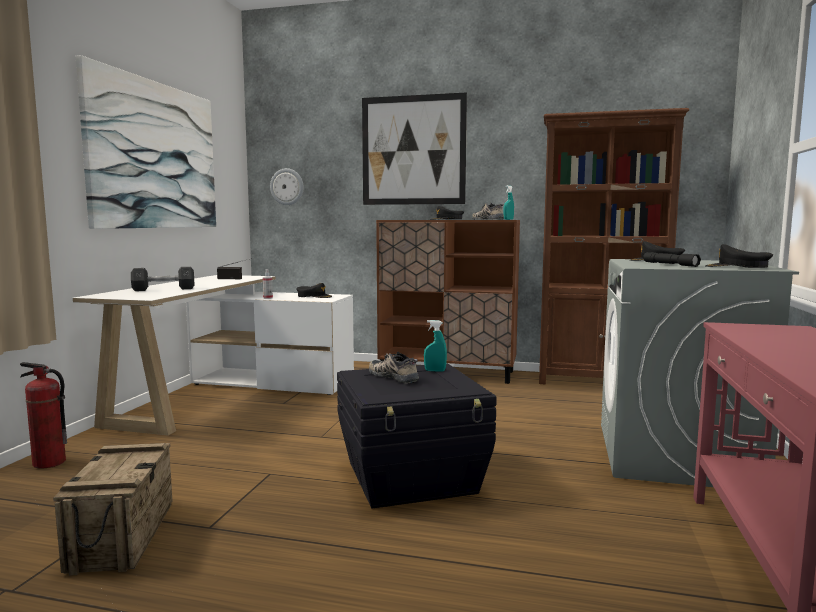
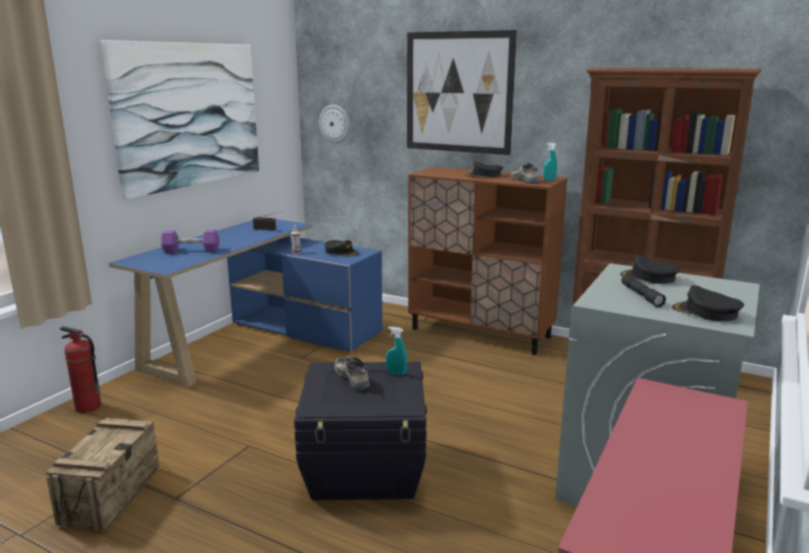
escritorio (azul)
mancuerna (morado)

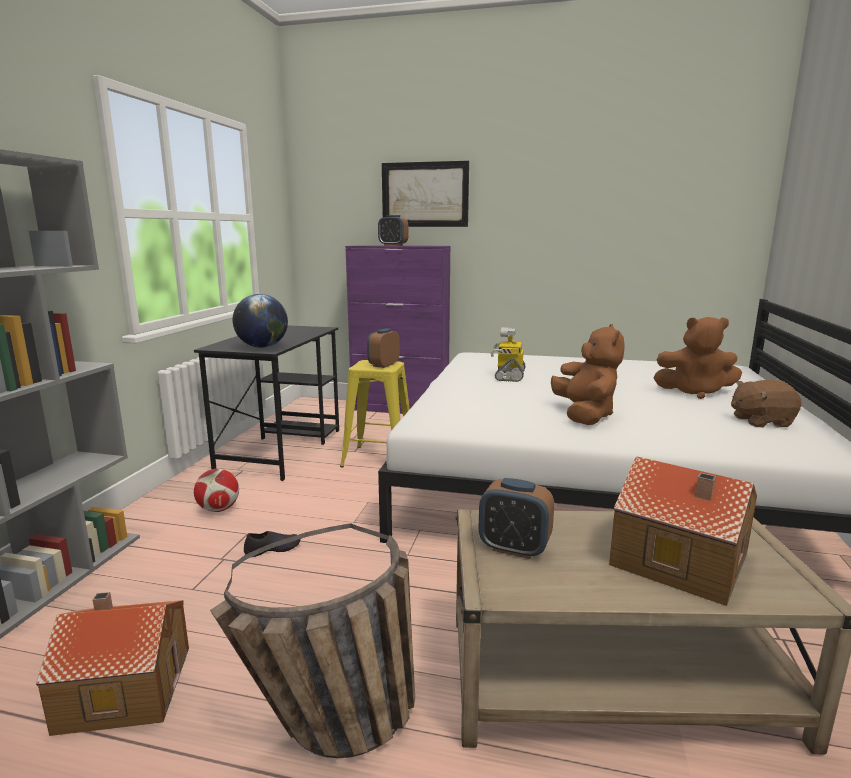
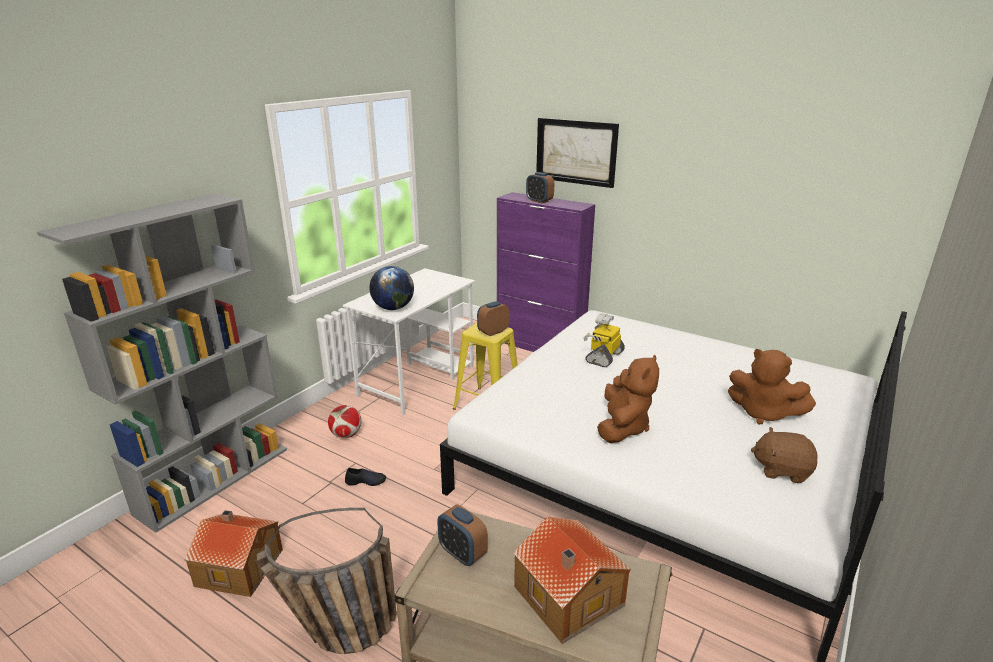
escritorio (blanco)

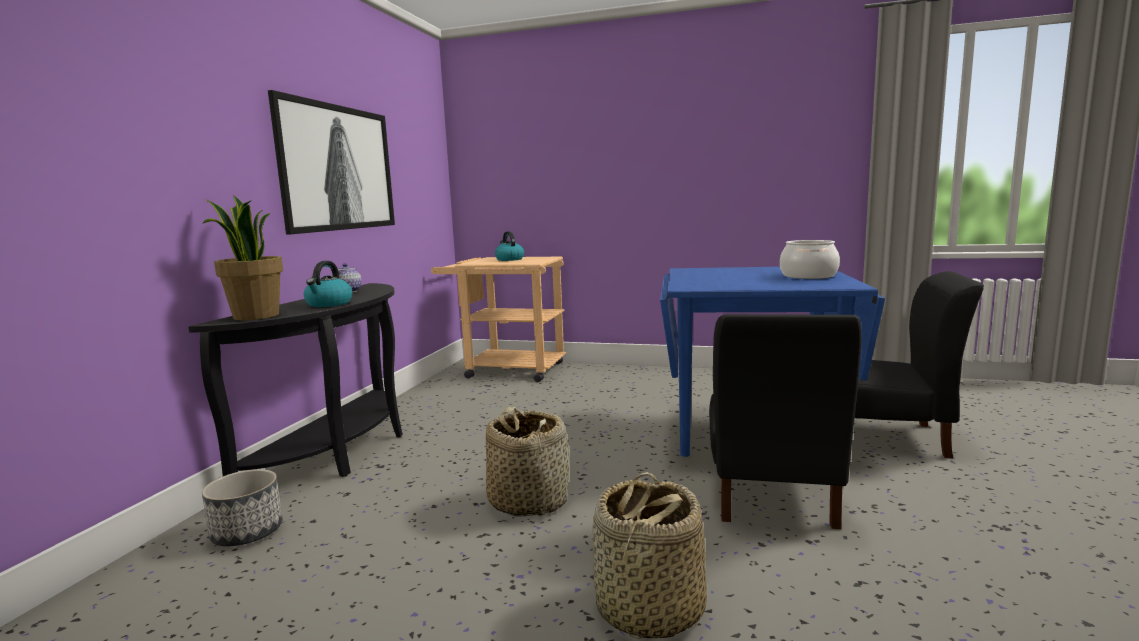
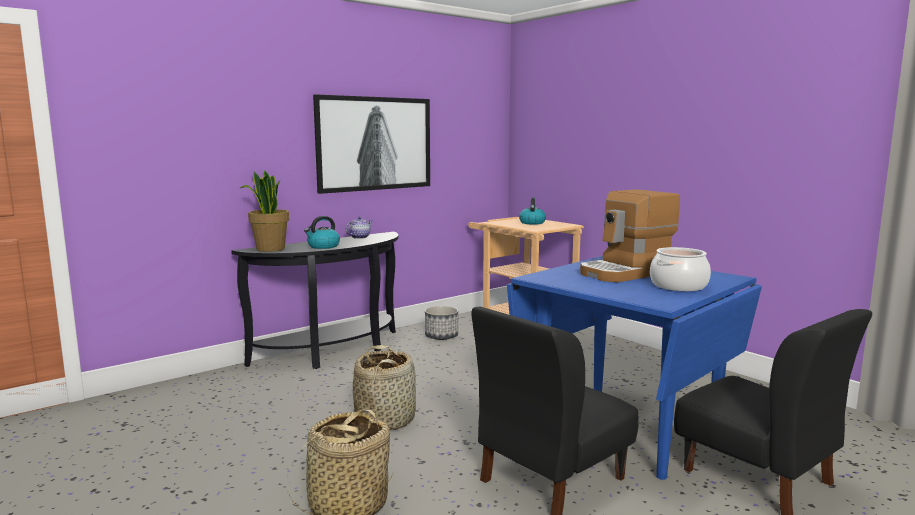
maceta
cafetera

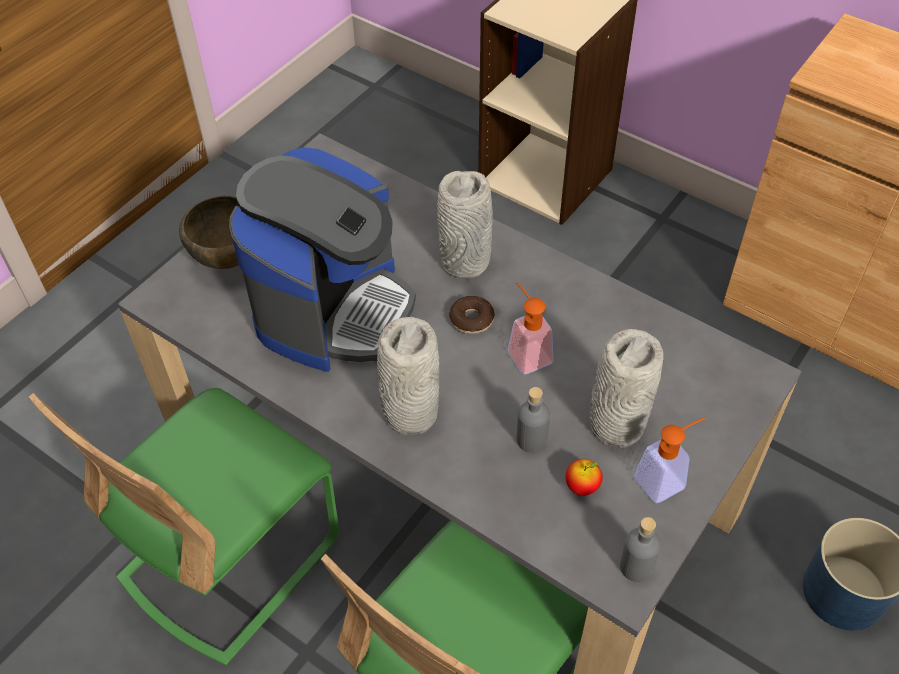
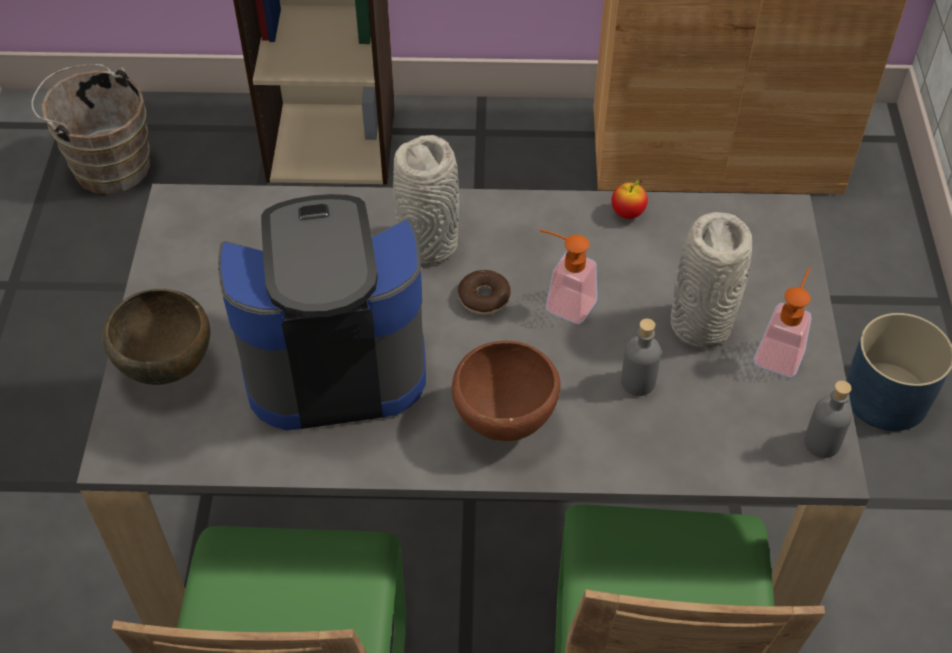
cubo (marrón)
cafetera
cuenco (marrón) (no. 2 from left)
manzana

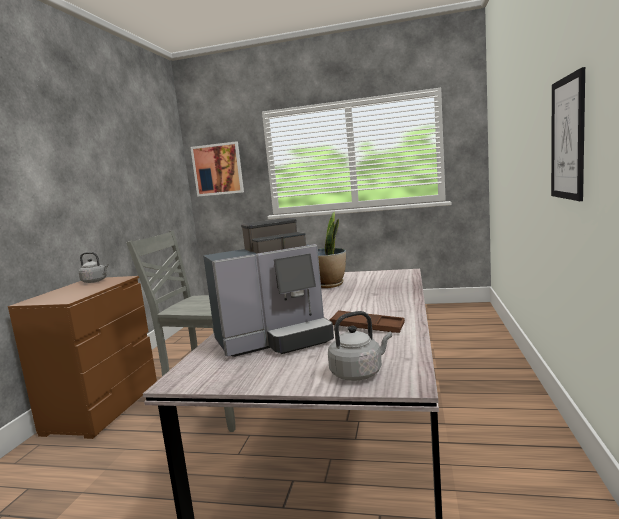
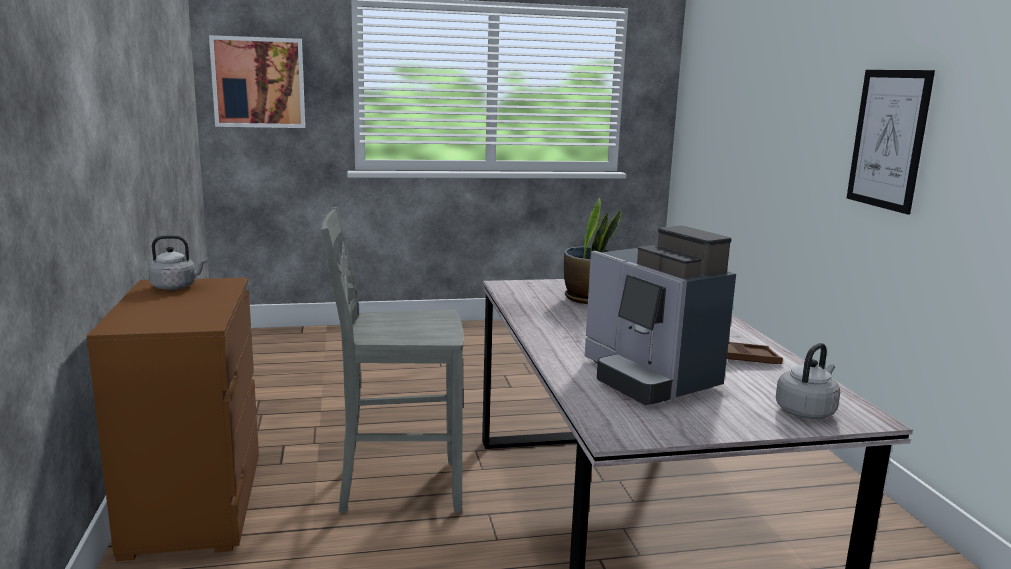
cafetera

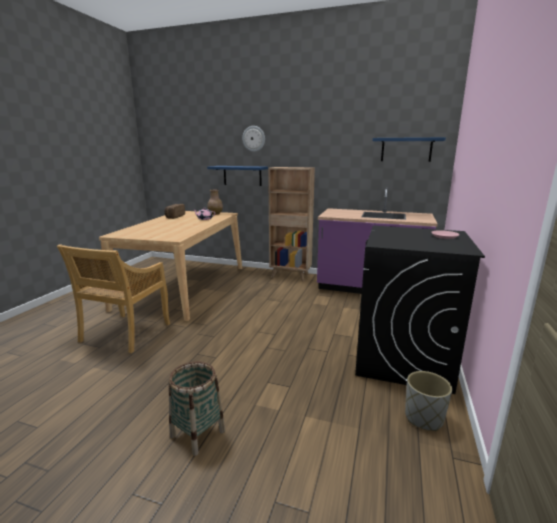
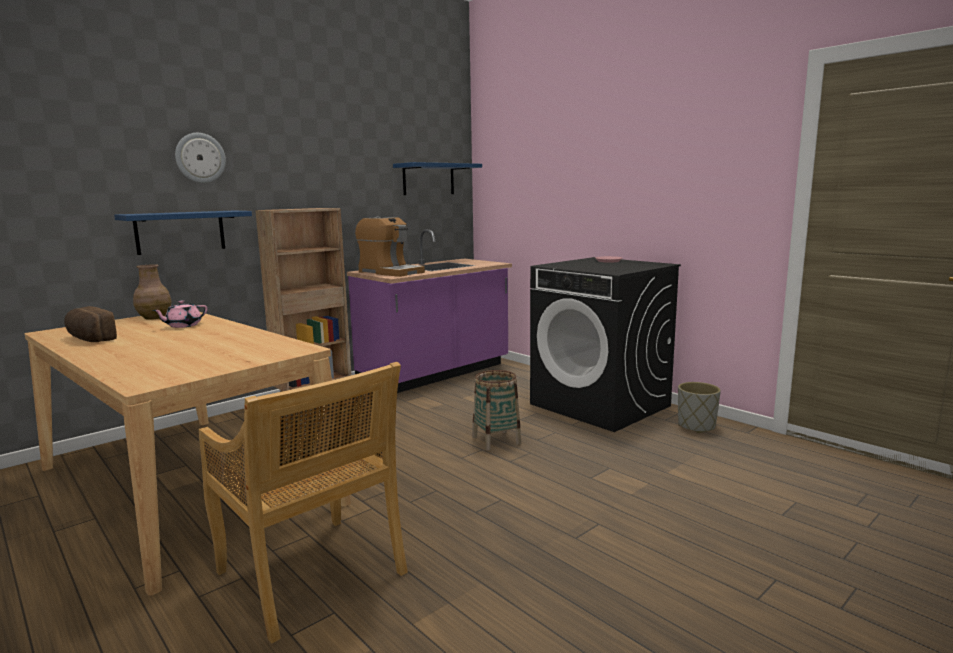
cafetera
cesta

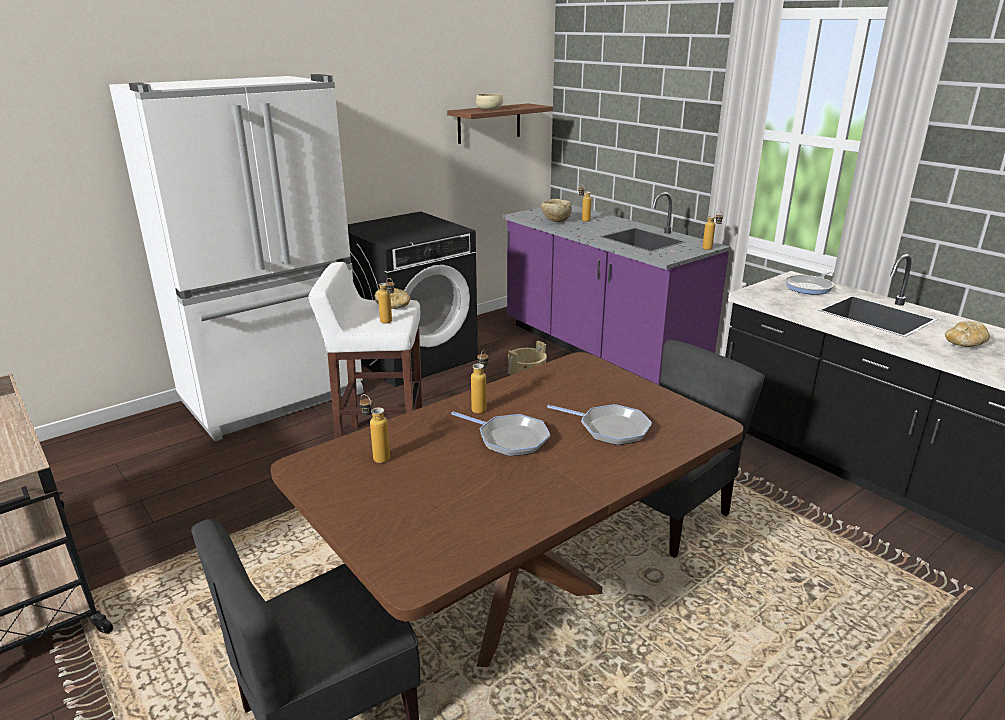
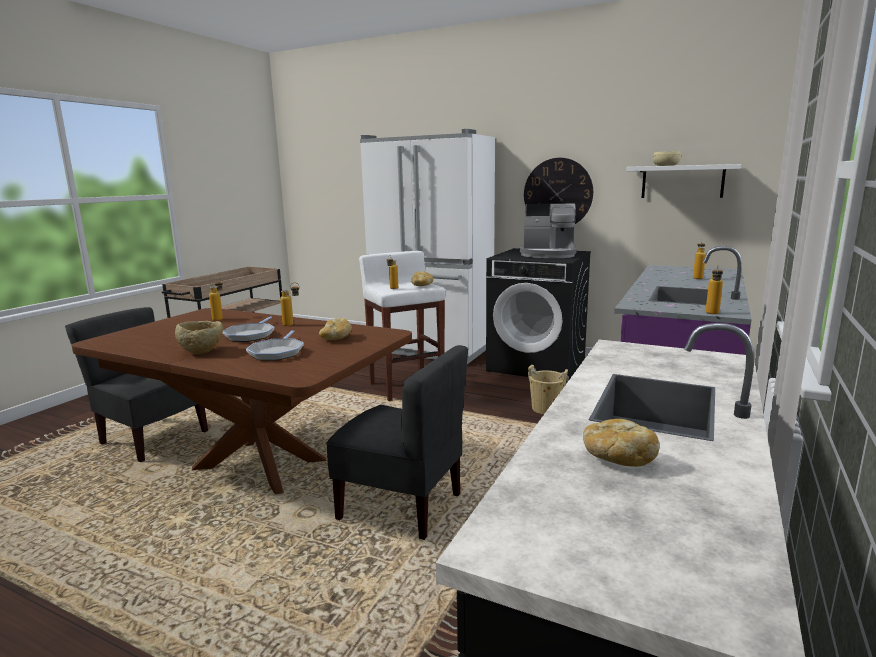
cuenco (beis) (no. 1 from left)
pan (no. 1 from left)
cafetera
reloj de pared
estante (blanco)
sartén (no. 3 from left in the first image)

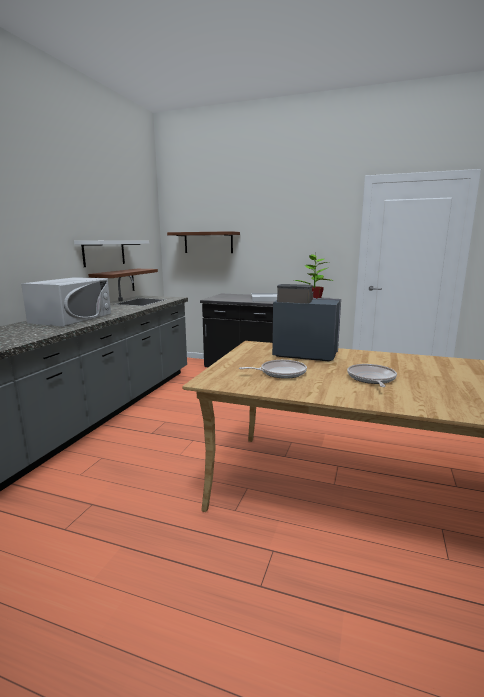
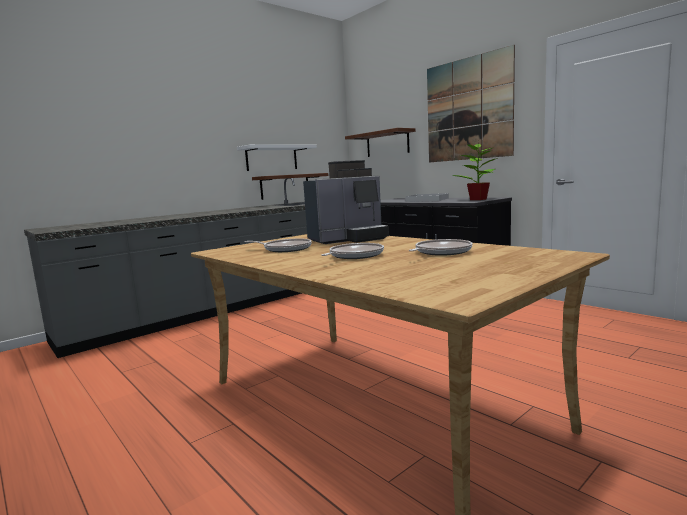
cafetera
sartén (no. 3 from left)
cuadro
microondas (blanco)

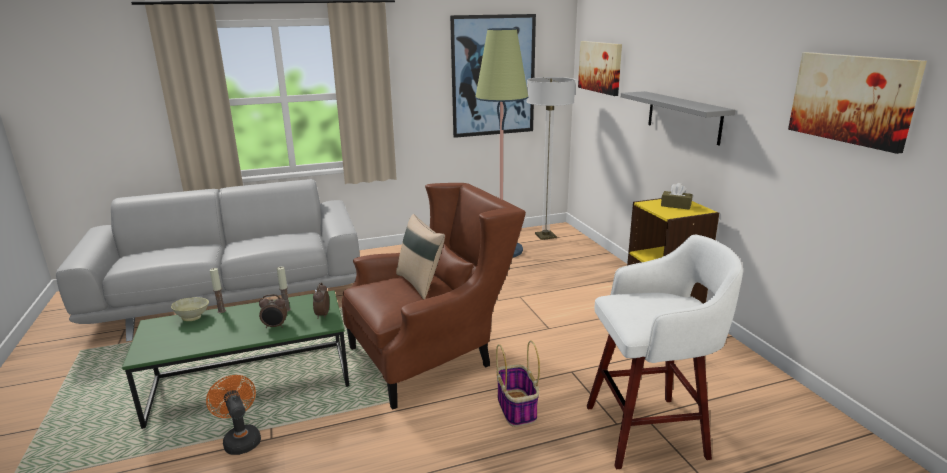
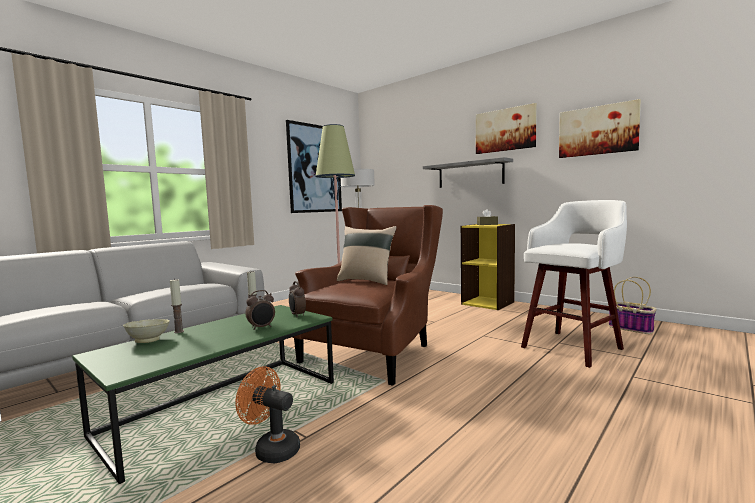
cuadro (no. 2 from left)
cesta

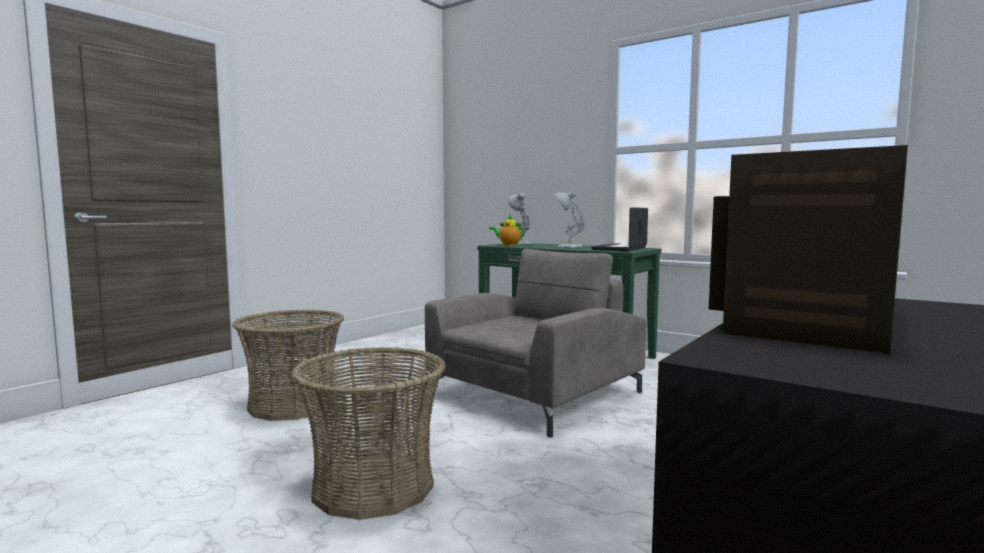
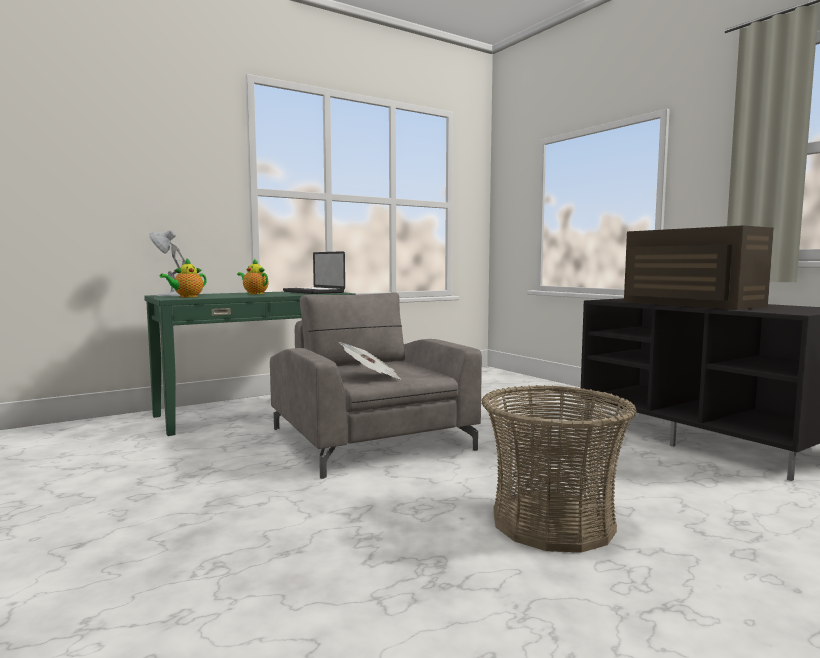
tetera (no. 2 from left)
periódico
cesta (no. 1 from left in the first image)

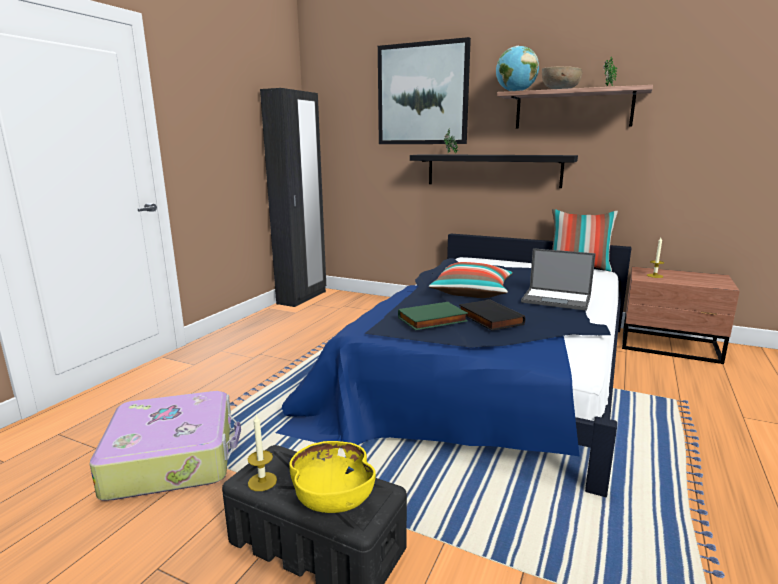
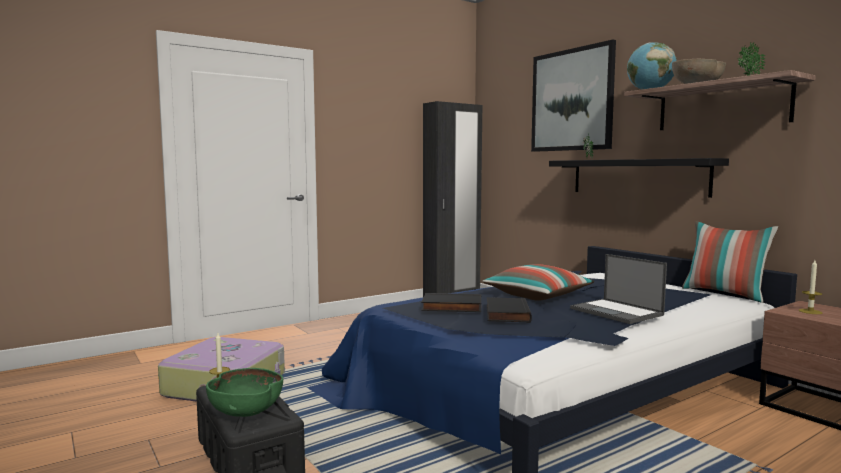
cuenco (verde)
libro (negro) (no. 1 from left)

